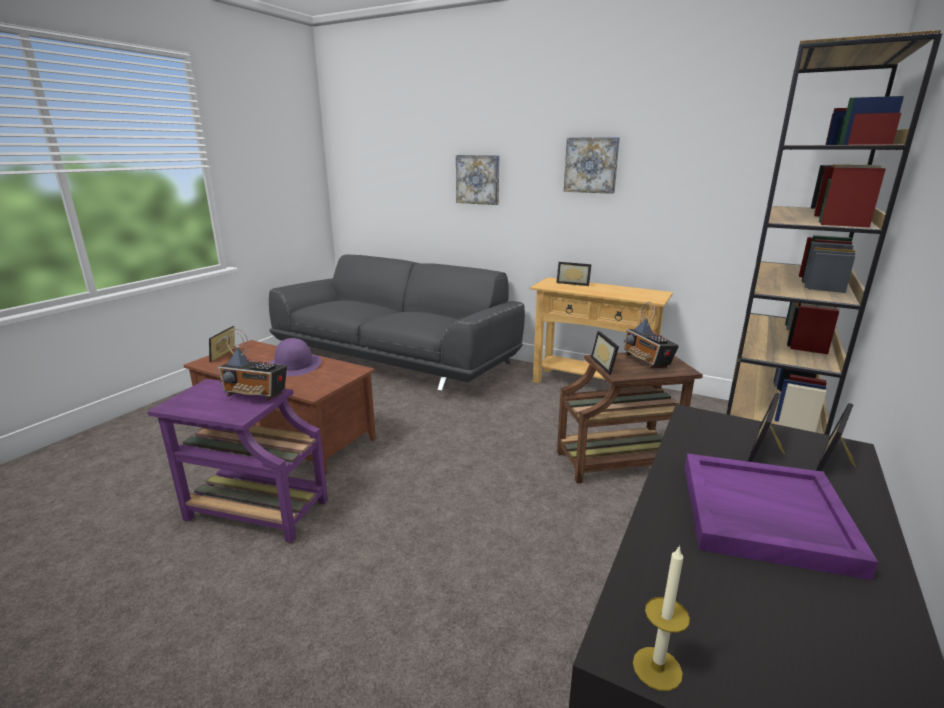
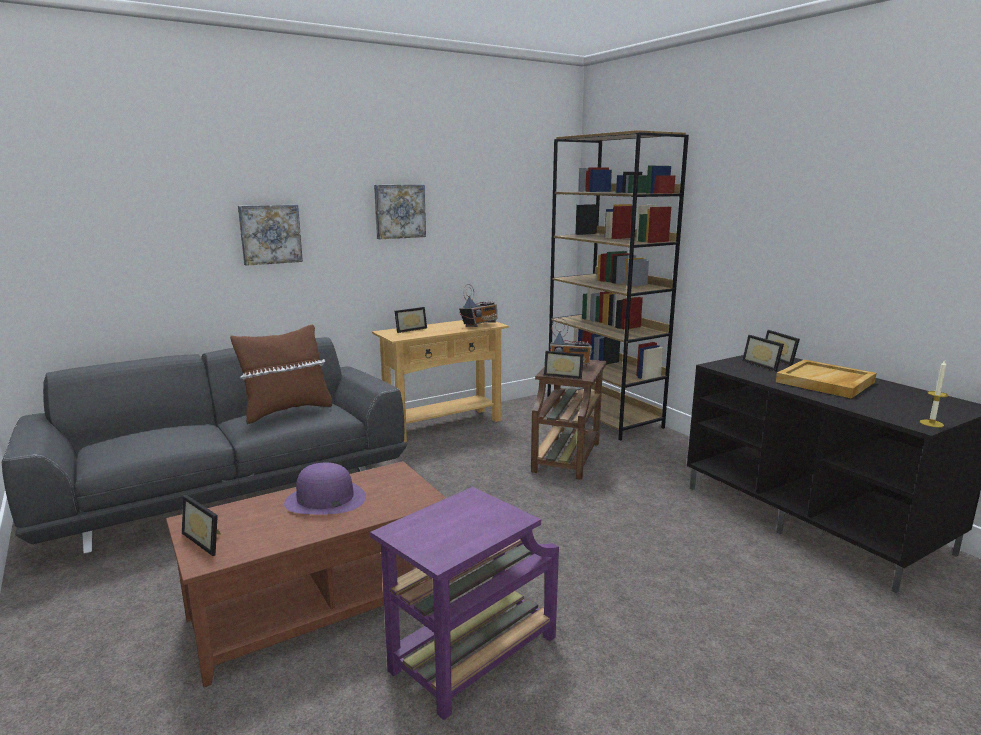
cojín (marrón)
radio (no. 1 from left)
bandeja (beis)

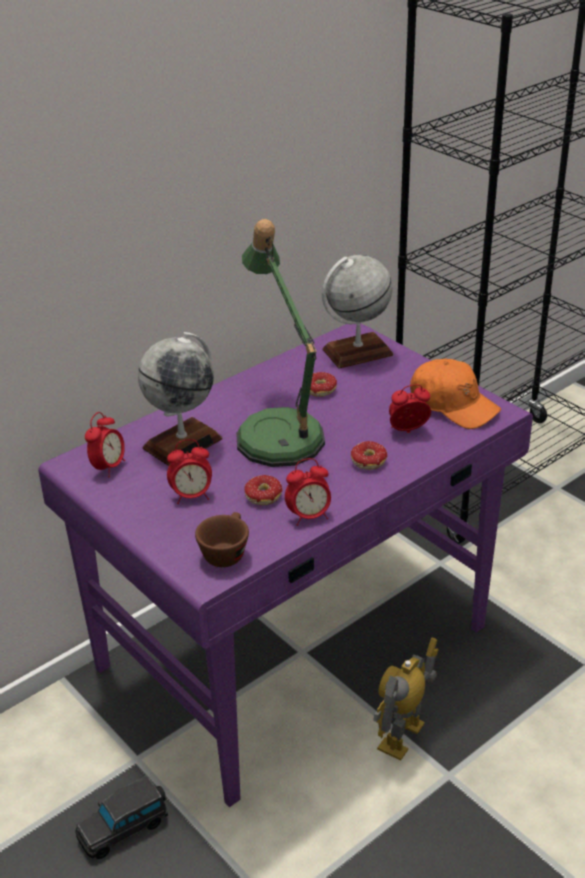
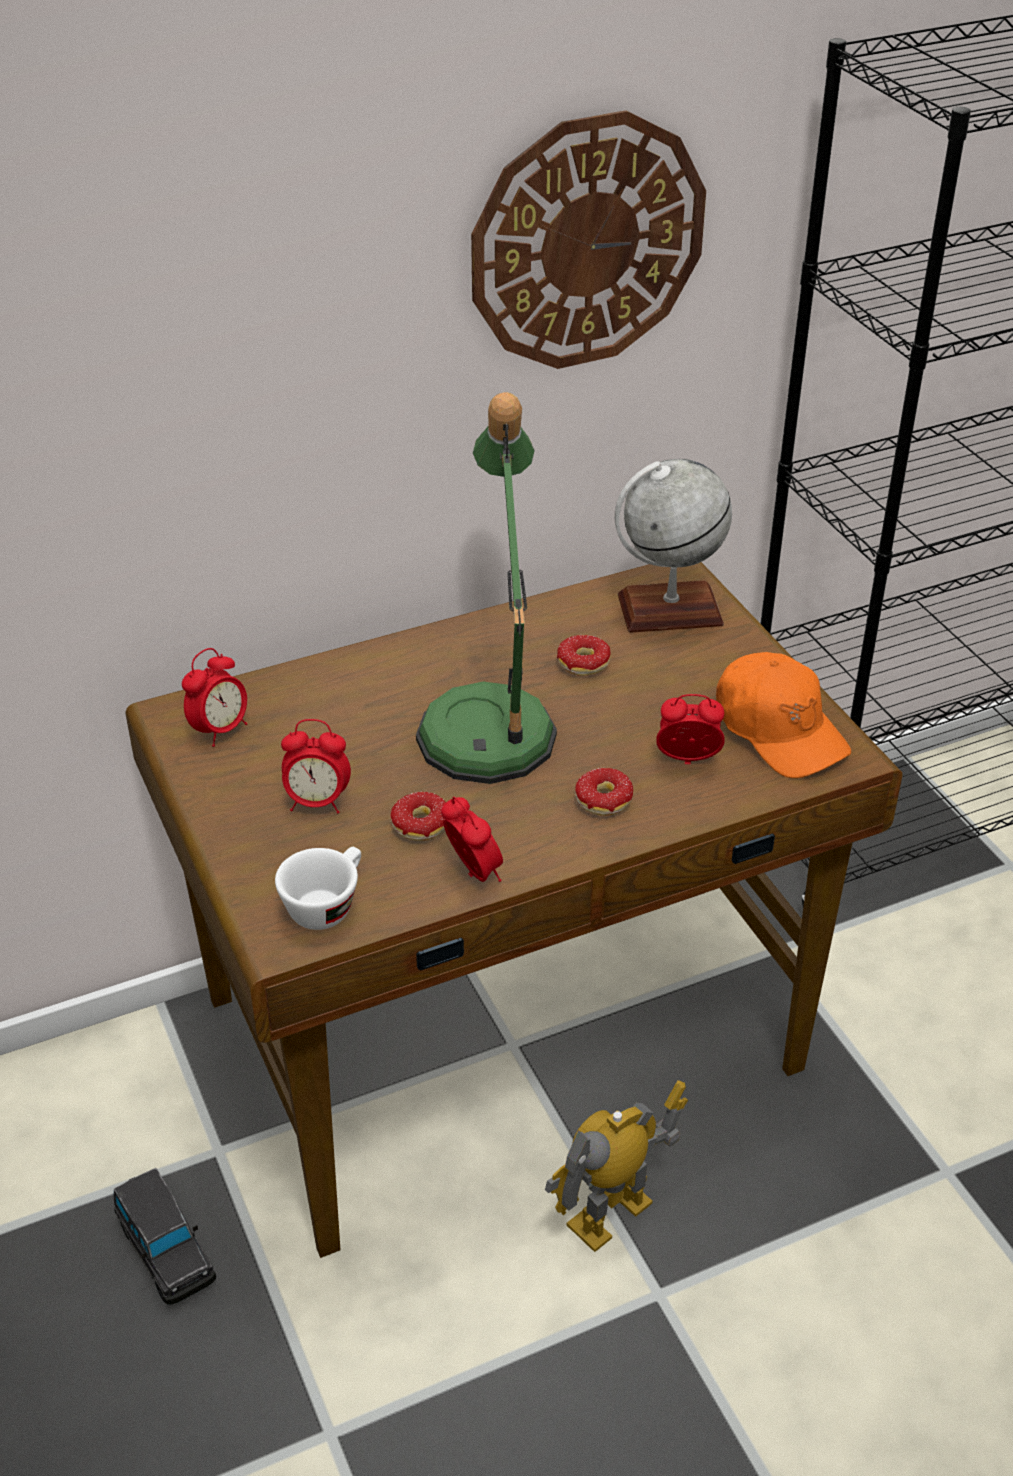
coche de juguete (negro)
escritorio (marrón)
taza (blanco)
despertador (no. 3 from left)
reloj de pared
globo terráqueo (no. 1 from left in the first image)

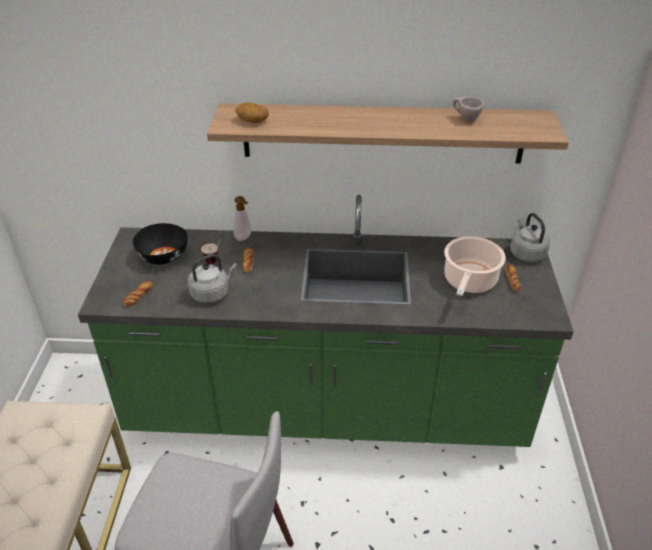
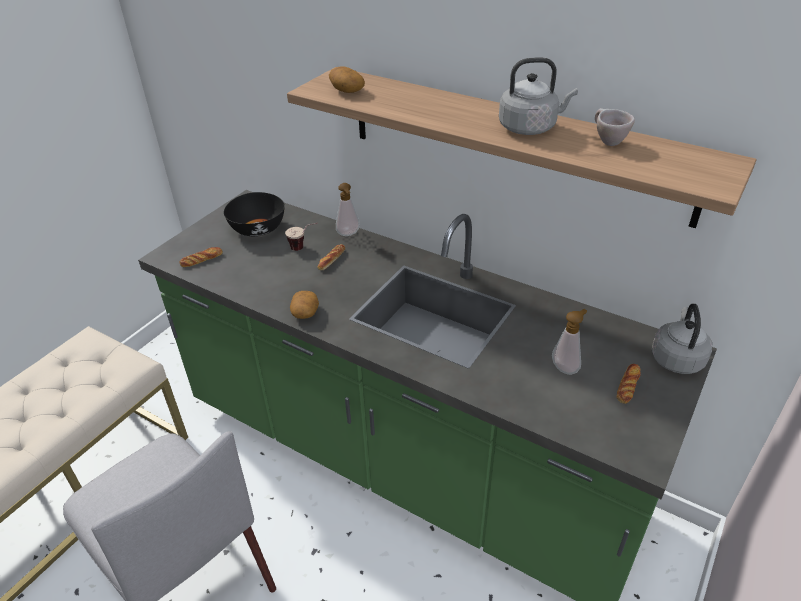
patata (no. 1 from left)
hervidor (gris) (no. 1 from left)
dispensador de jabón (no. 2 from left)

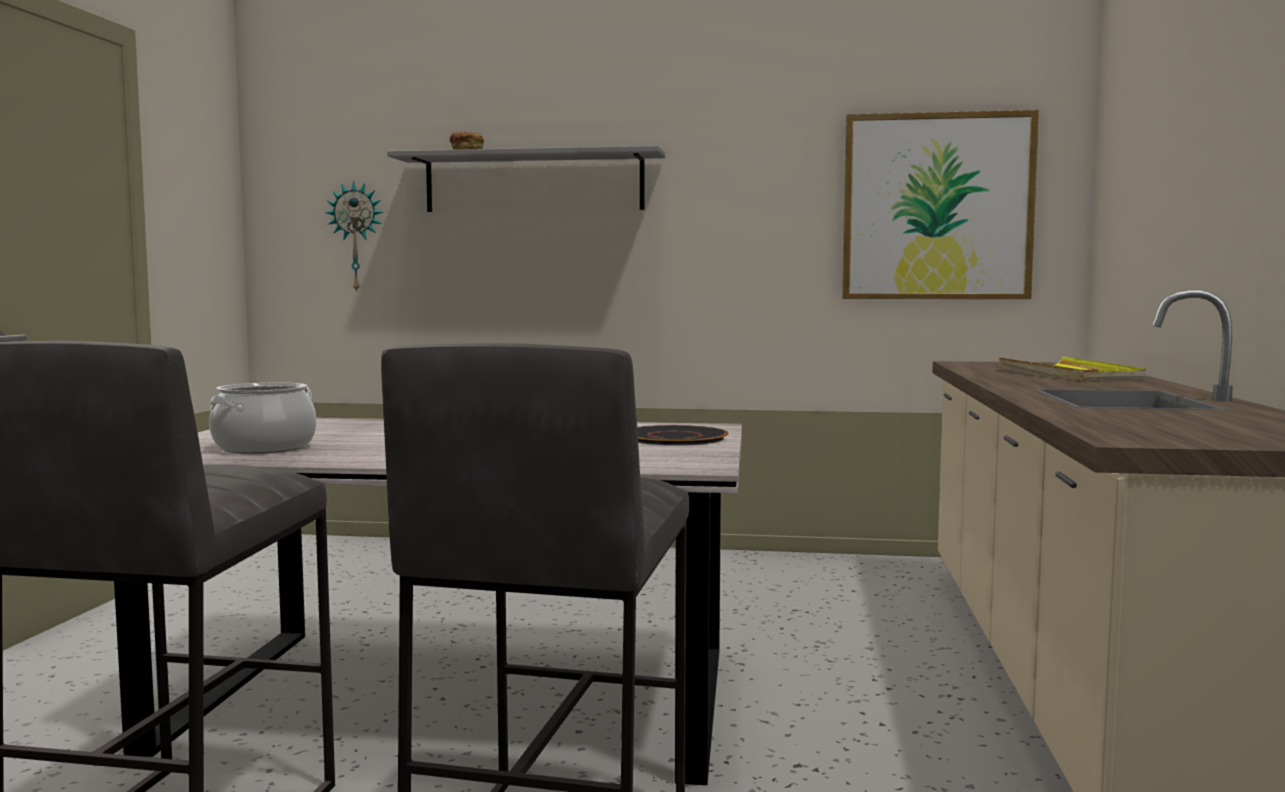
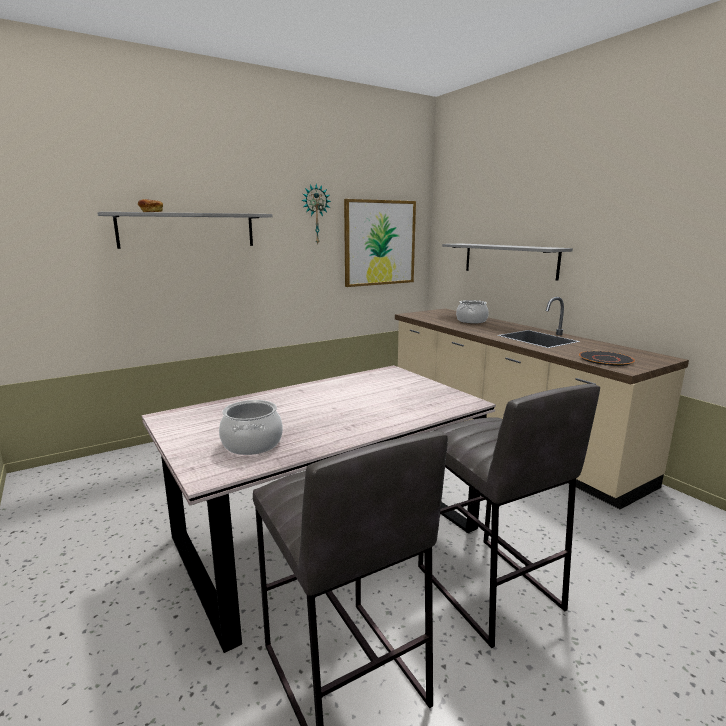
reloj de pared
estante (gris) (no. 2 from left)
olla (no. 2 from left)
plato (negro)

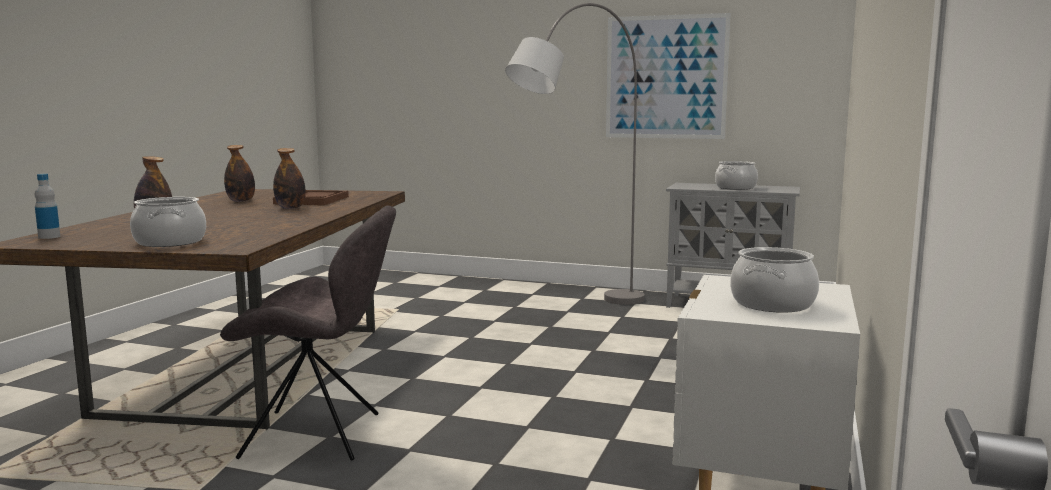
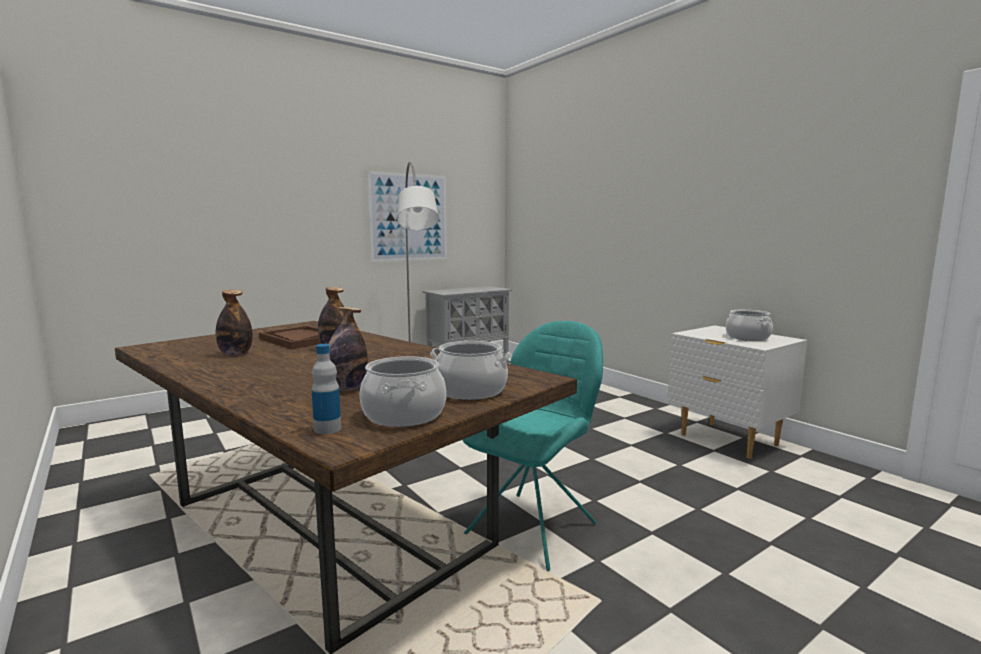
olla (no. 1 from left)
silla (turquesa)

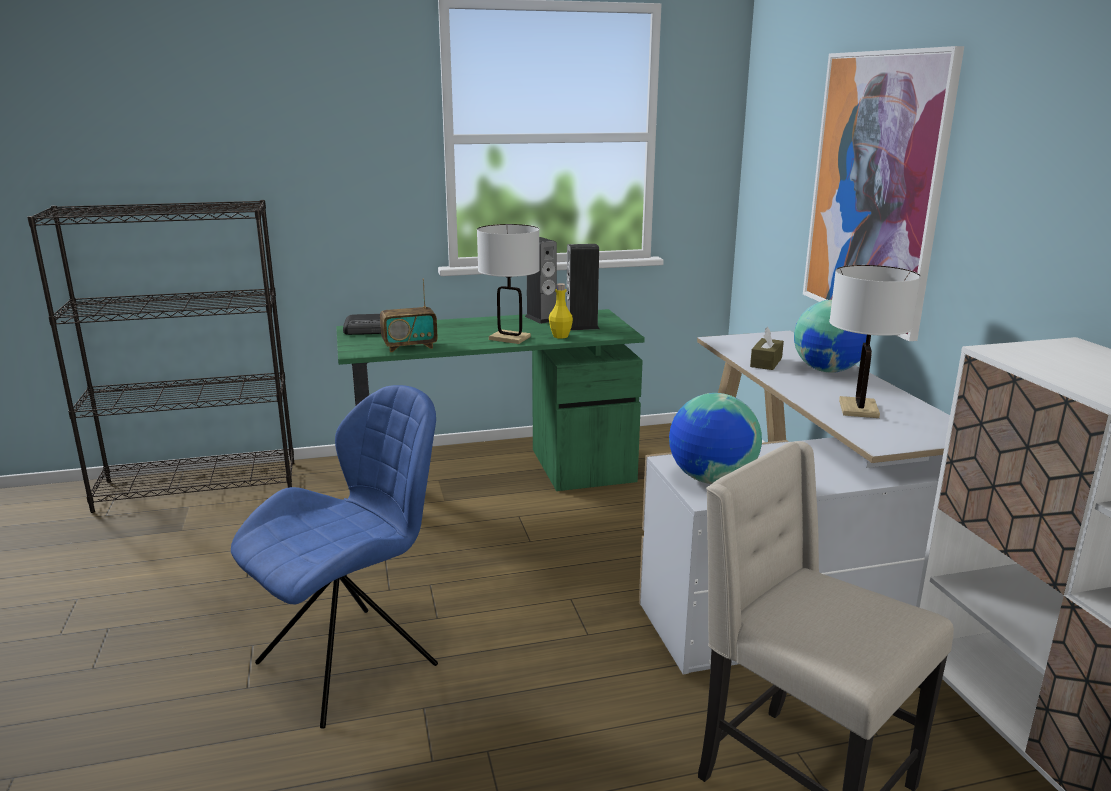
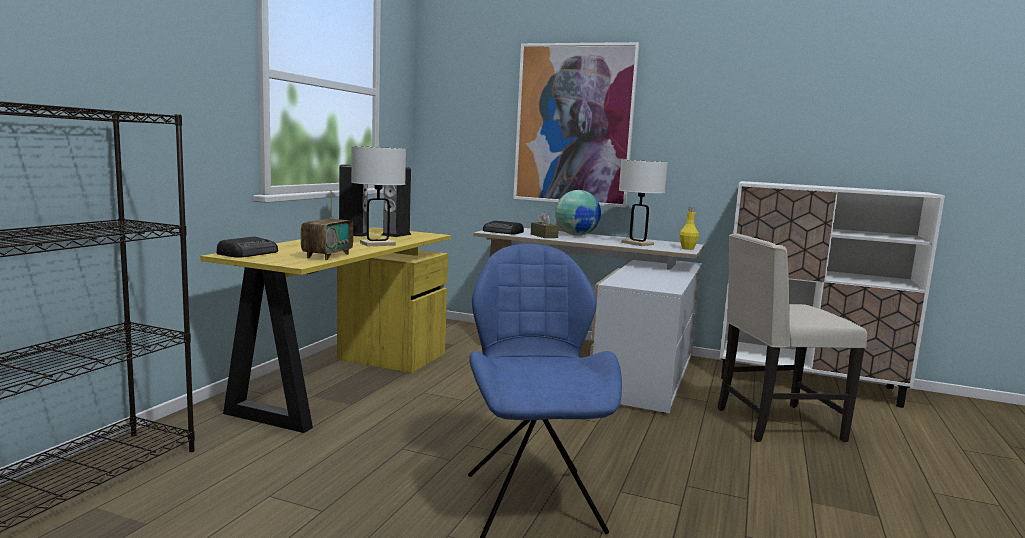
escritorio (amarillo)
radio (no. 3 from left)
botella (amarillo)
globo terráqueo (no. 1 from left in the first image)

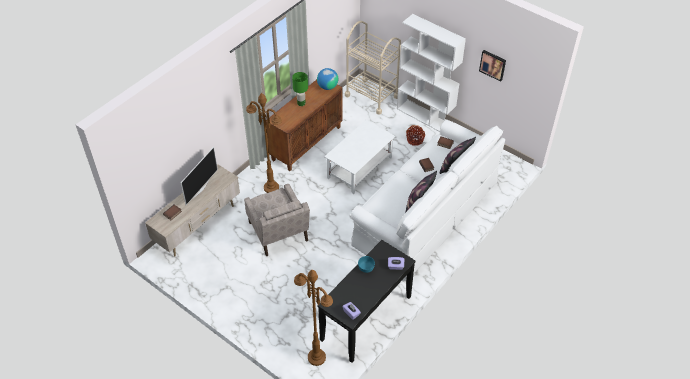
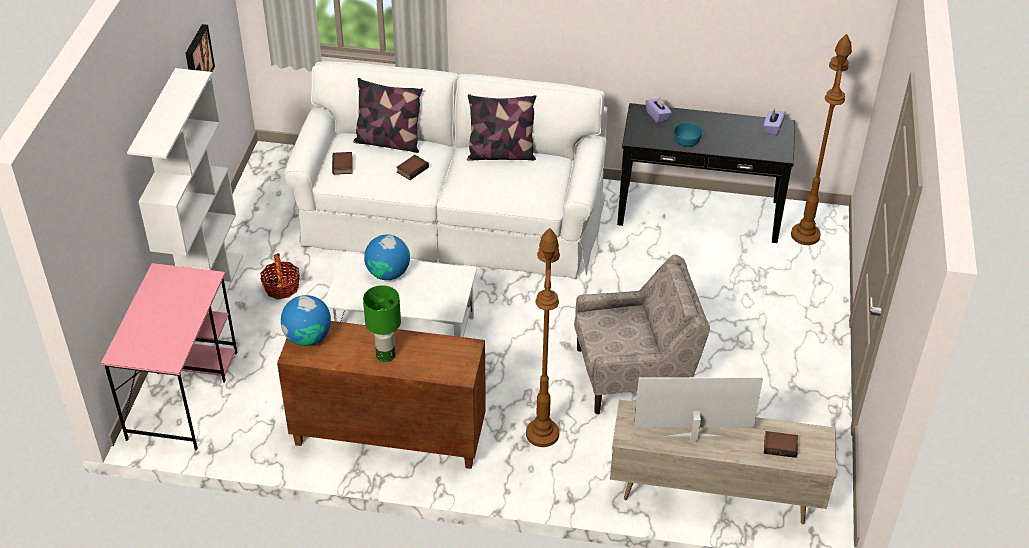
escritorio (rosa)
globo terráqueo (no. 2 from left)
sillón (beis)

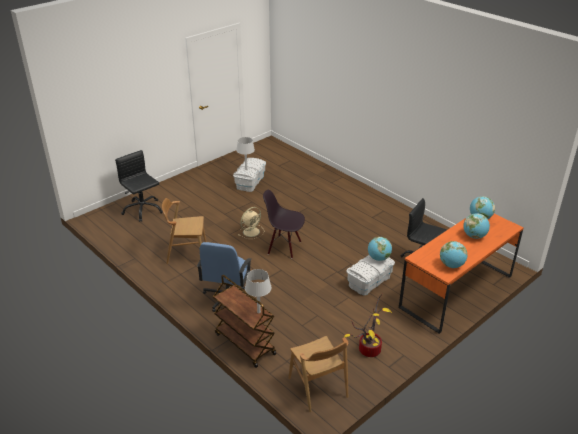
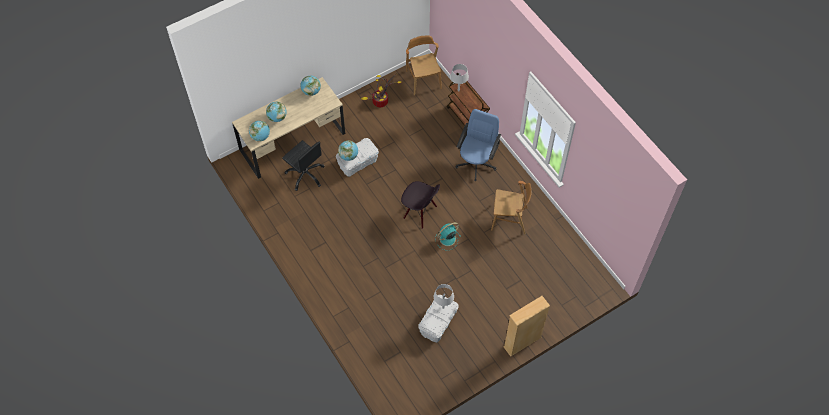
escritorio (beis)
ventilador (turquesa)
estantería (beis)
silla de oficina (negro) (no. 1 from left in the first image)

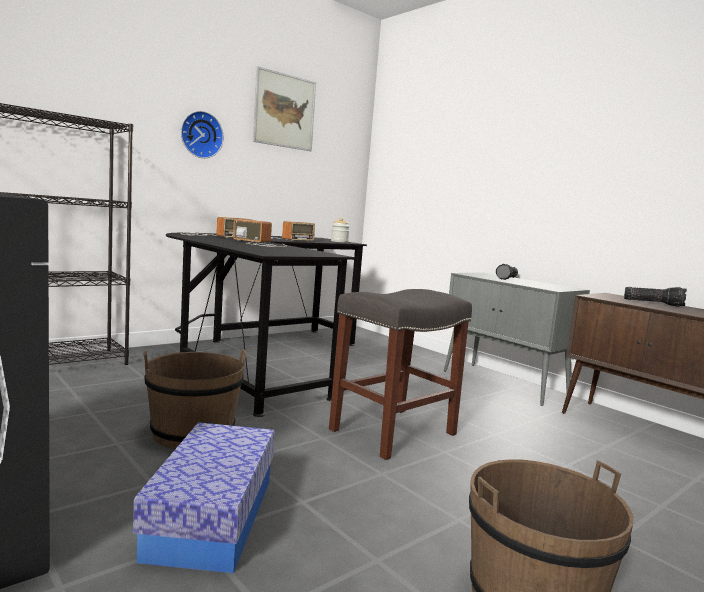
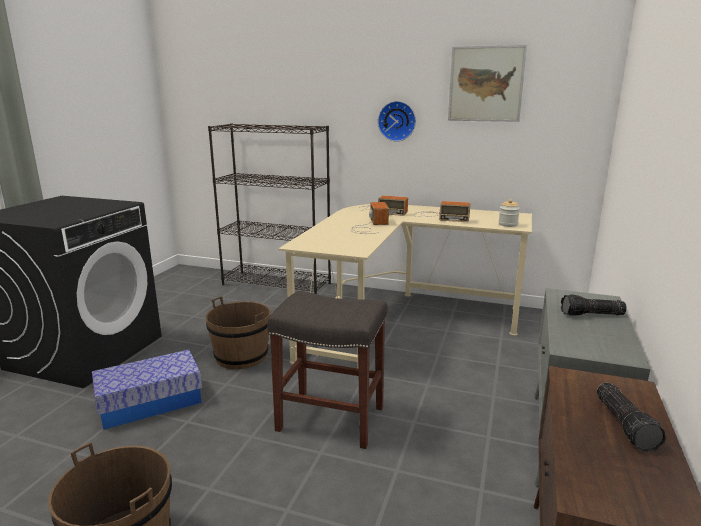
escritorio (beis)

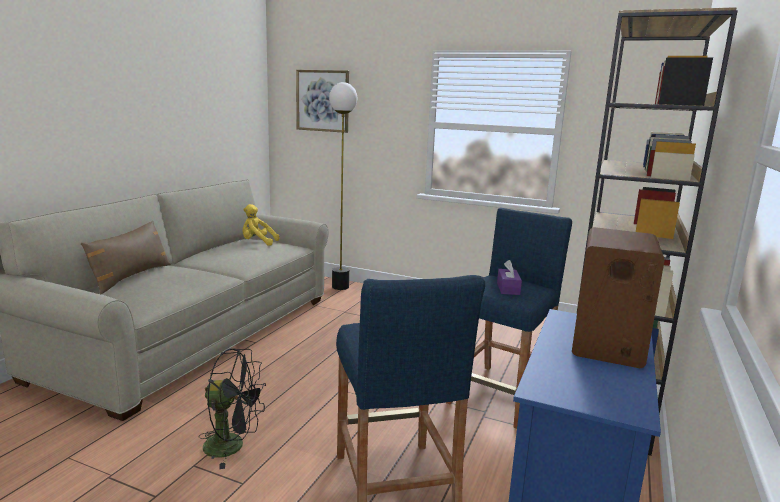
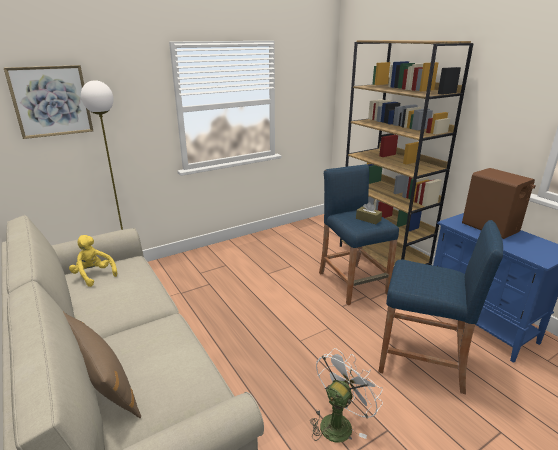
peluche (amarillo)
ventilador (blanco)
caja de pañuelos (marrón)

